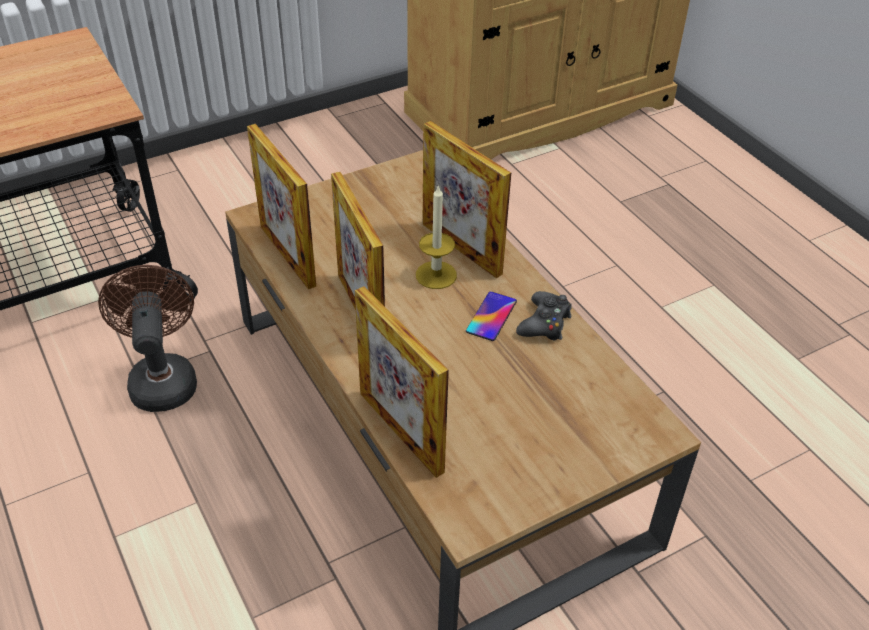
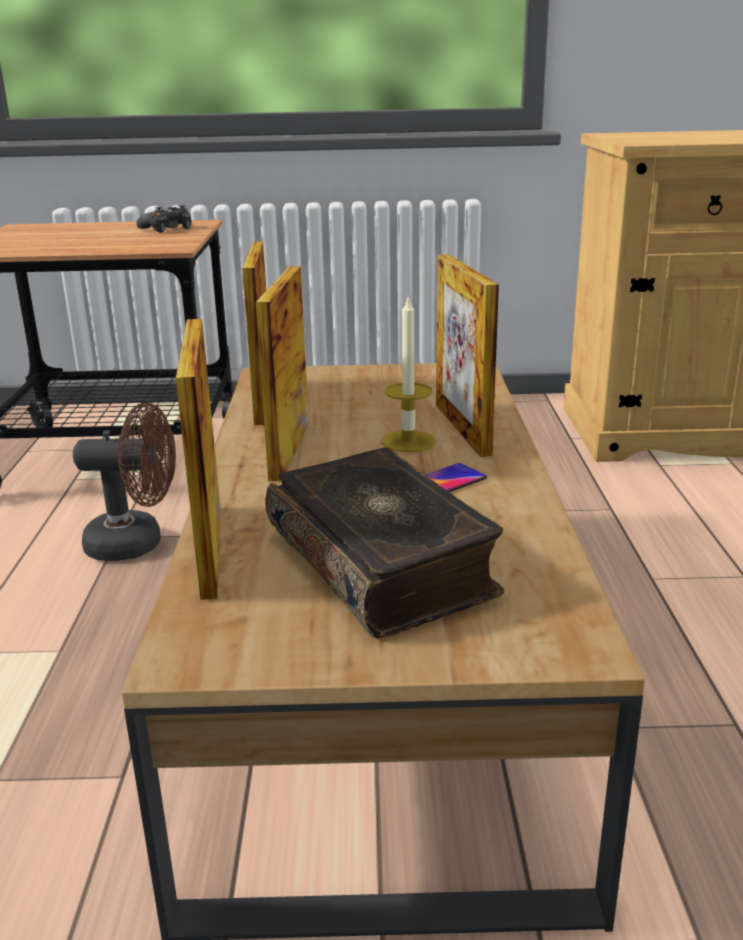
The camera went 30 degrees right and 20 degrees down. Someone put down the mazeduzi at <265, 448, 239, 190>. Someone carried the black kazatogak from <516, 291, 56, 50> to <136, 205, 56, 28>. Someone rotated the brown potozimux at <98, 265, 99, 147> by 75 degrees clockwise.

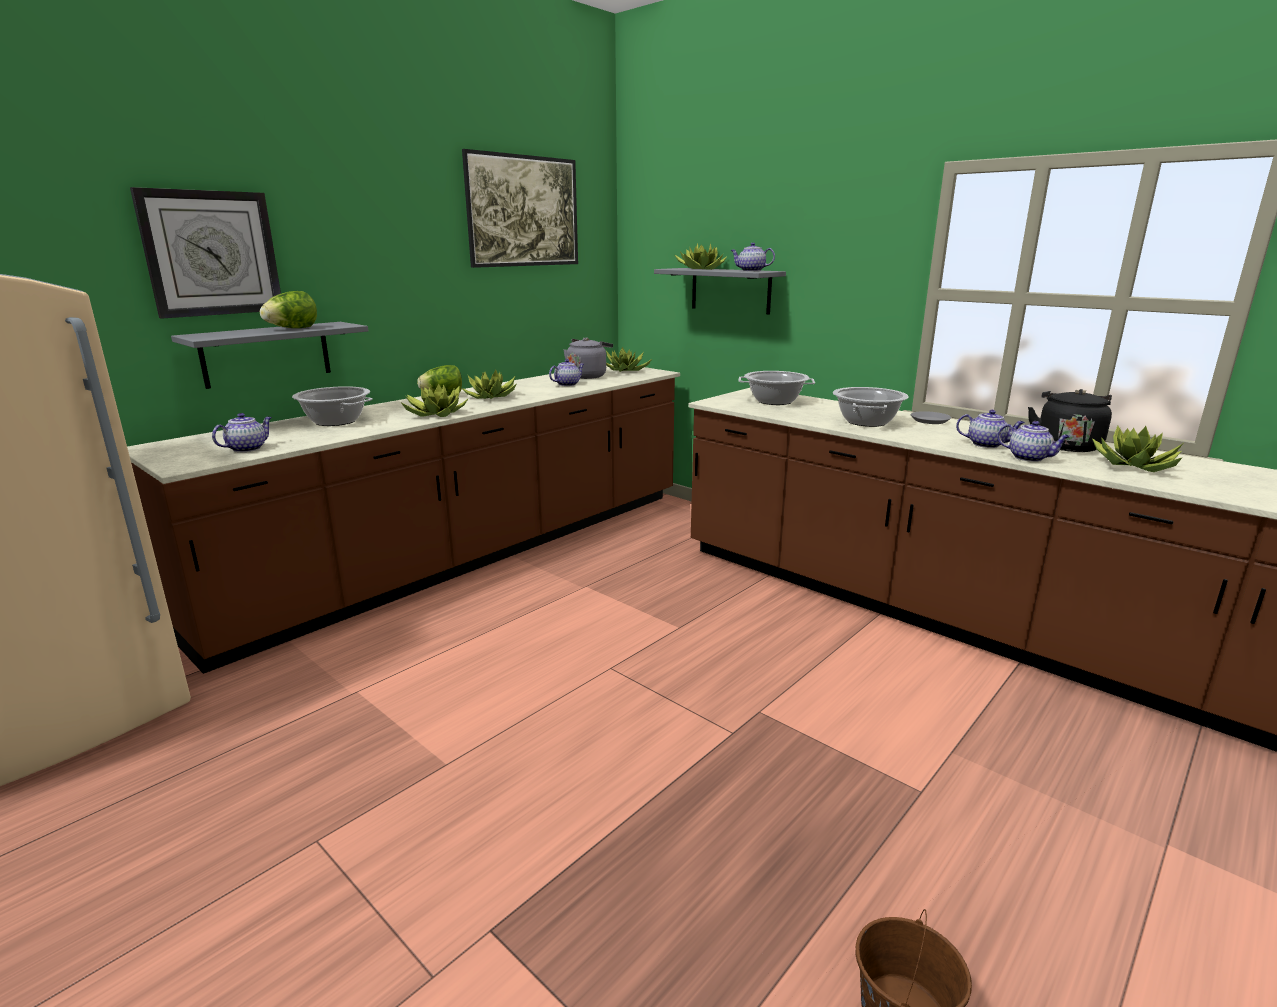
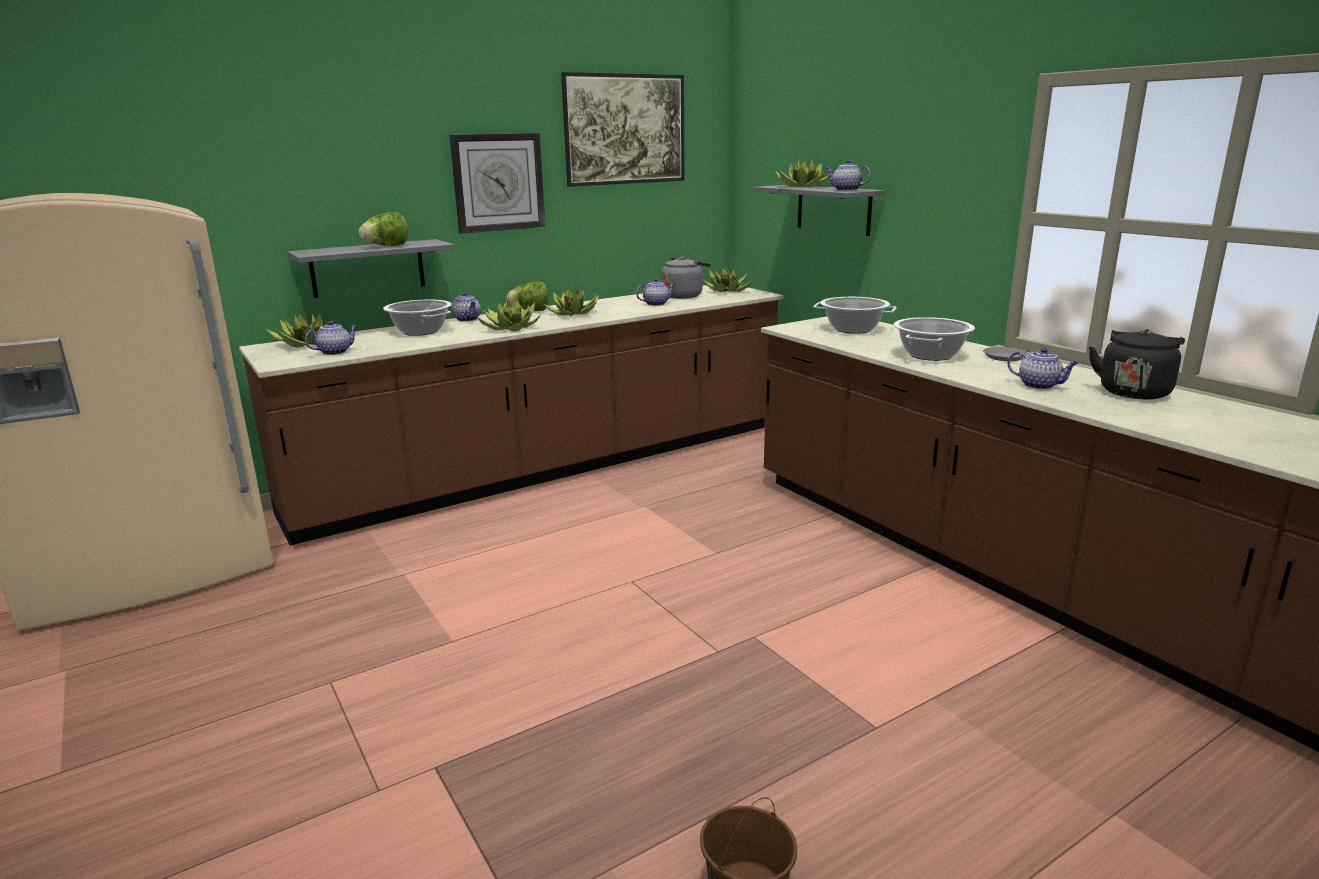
The camera went 15 degrees right and 0 degrees up. Someone carried the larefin from <130, 187, 151, 132> to <450, 133, 95, 101>. Someone carried the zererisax from <998, 421, 72, 41> to <452, 292, 29, 30>. Someone carried the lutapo from <1092, 426, 91, 46> to <266, 313, 57, 35>.

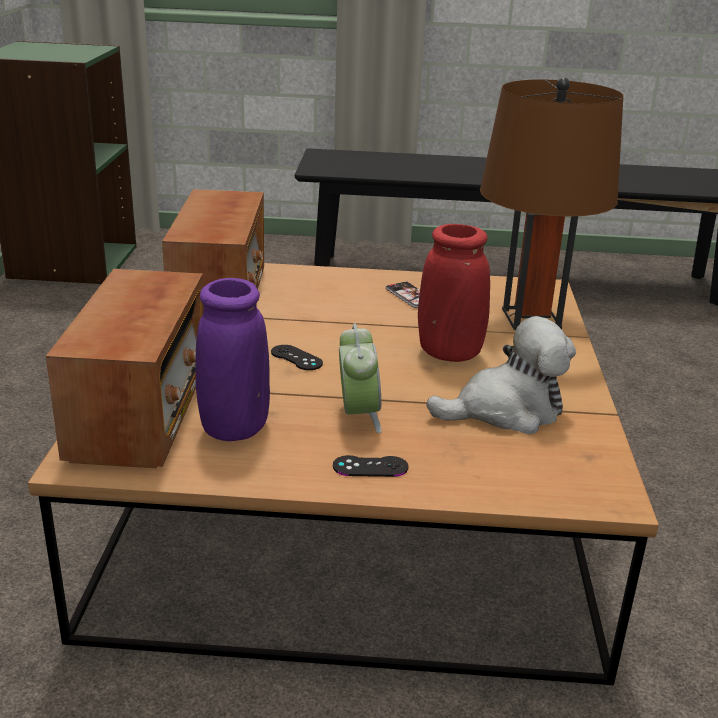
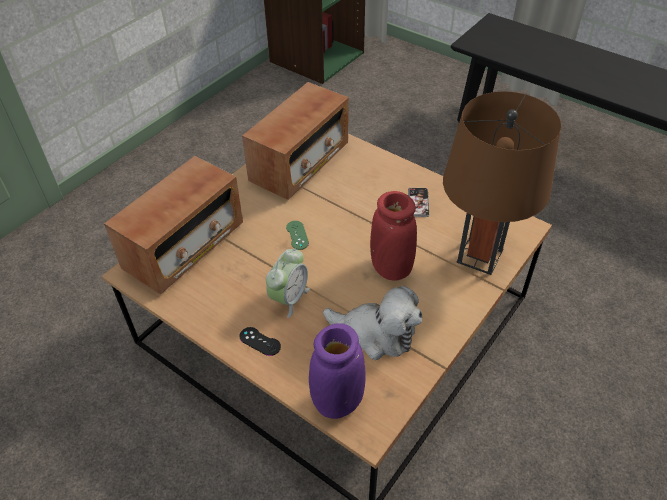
The camera went 35 degrees right and 20 degrees up. Someone carried the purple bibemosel from <195, 278, 75, 163> to <309, 323, 57, 96>. Someone repainted the black kazatogak at <271, 345, 52, 25>, which became the green kazatogak at <286, 221, 23, 29>.

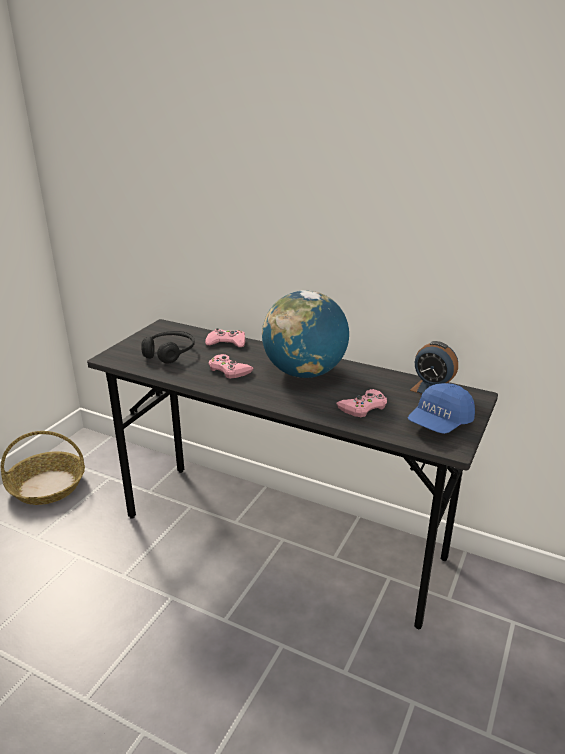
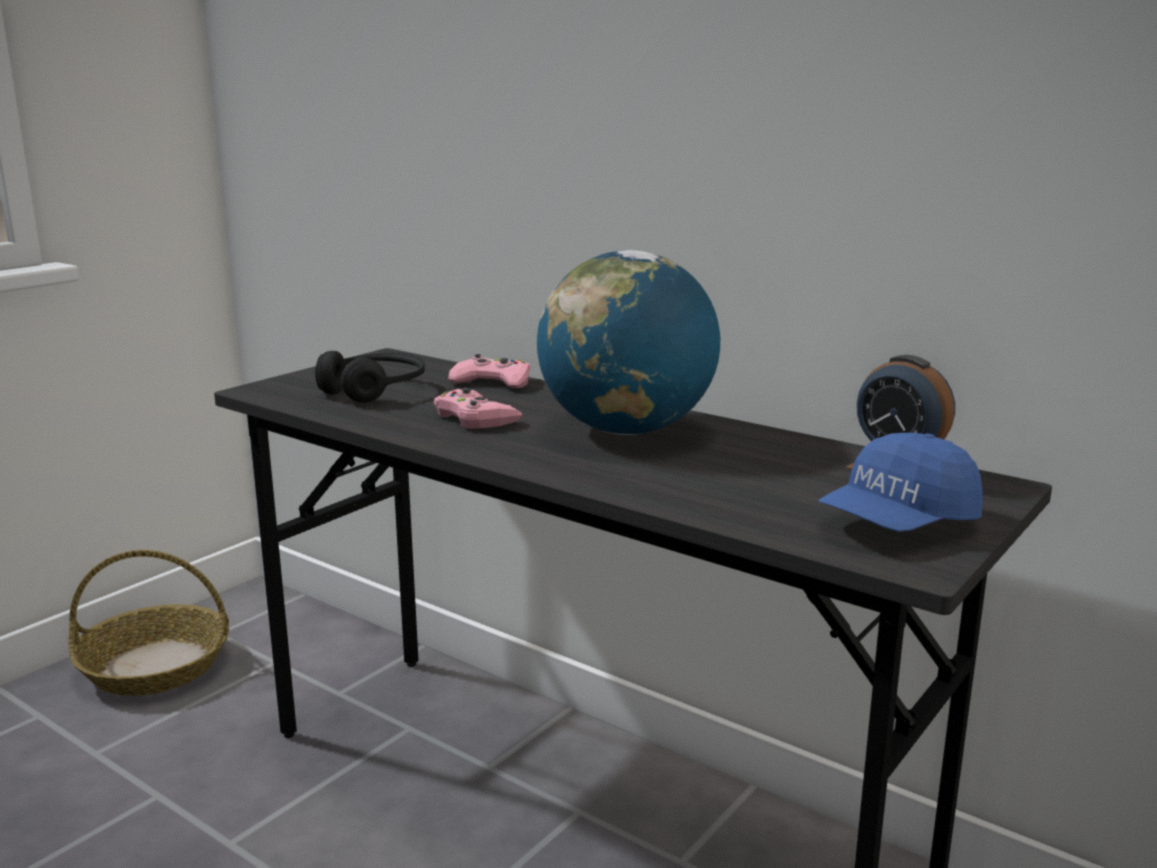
The camera went 10 degrees right and 10 degrees down. Someone took away the pink kazatogak at <336, 389, 51, 28>.

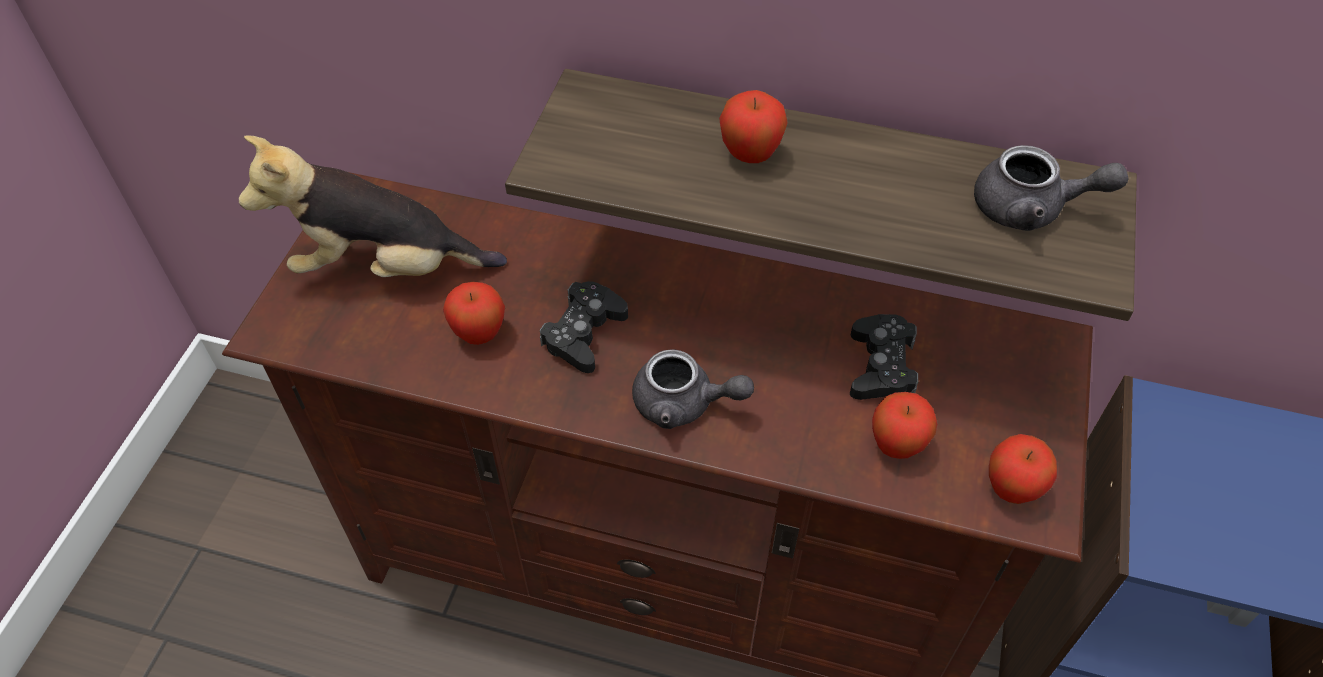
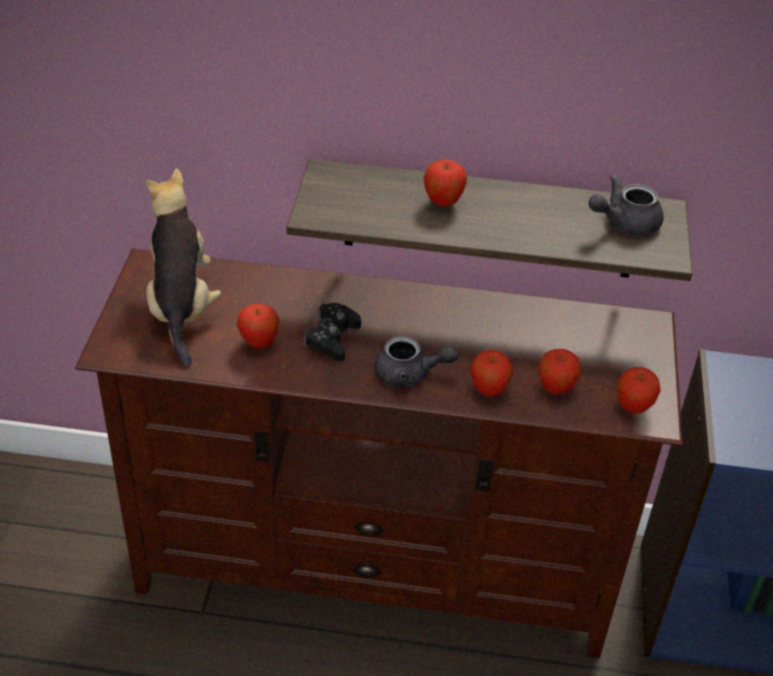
The camera went 10 degrees left and 10 degrees down. Someone took away the black kazatogak at <850, 314, 68, 86>. Someone put down the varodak at <471, 350, 42, 47>. Someone rotated the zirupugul at <239, 135, 268, 142> by 90 degrees clockwise. Someone rotated the grey zererisax at <974, 145, 155, 86> by 150 degrees clockwise.

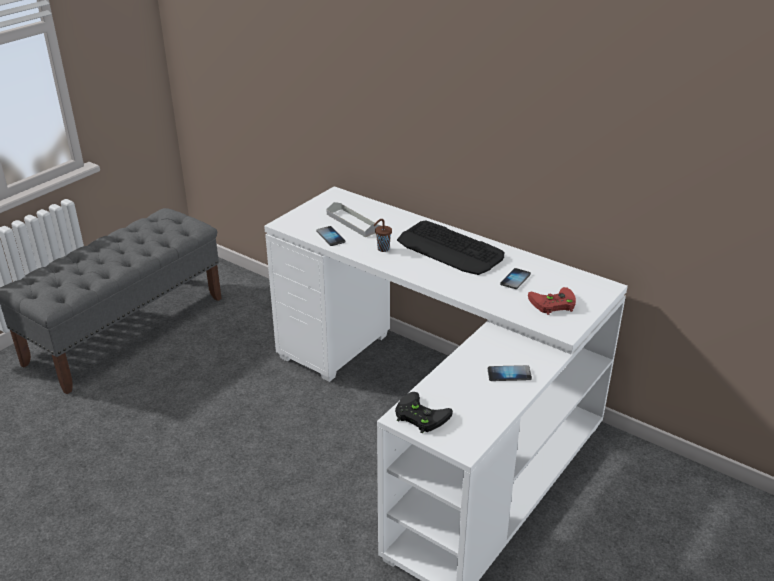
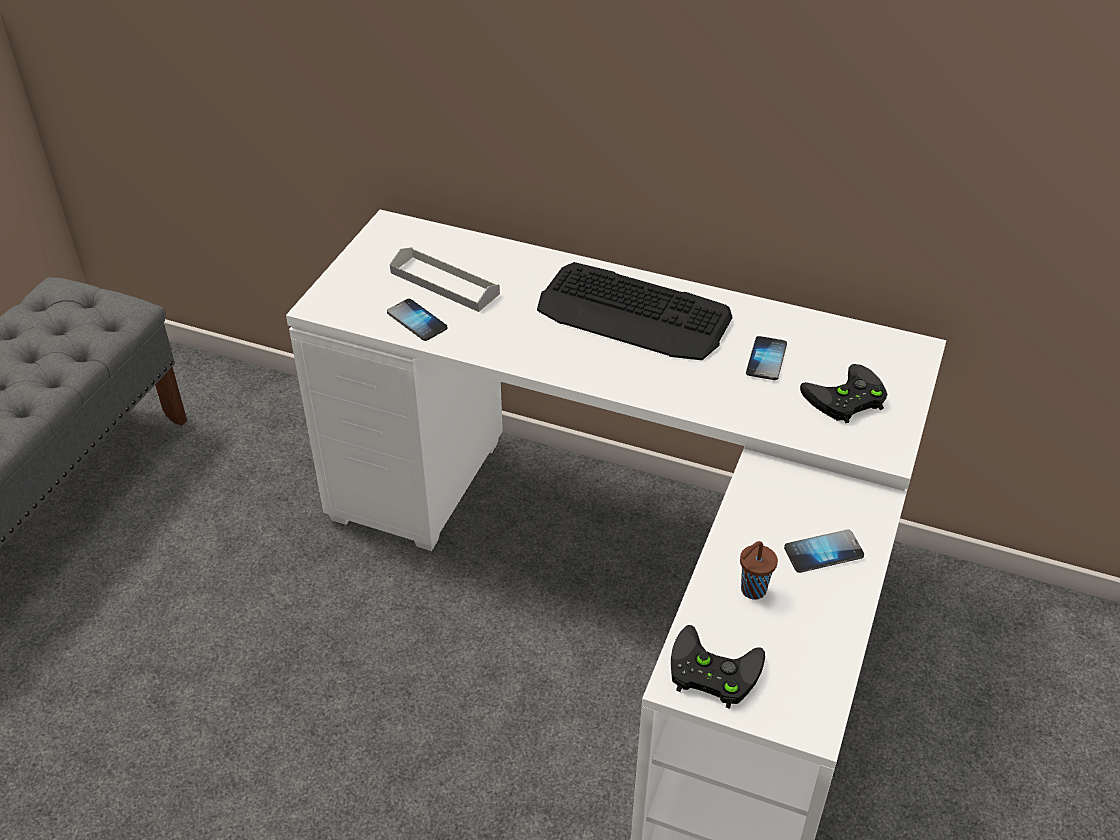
The camera went 15 degrees left and 10 degrees up. Someone carried the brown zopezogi from <373, 219, 19, 33> to <740, 541, 38, 58>. Someone repainted the red kazatogak at <528, 287, 48, 28>, which became the black kazatogak at <800, 364, 87, 59>.

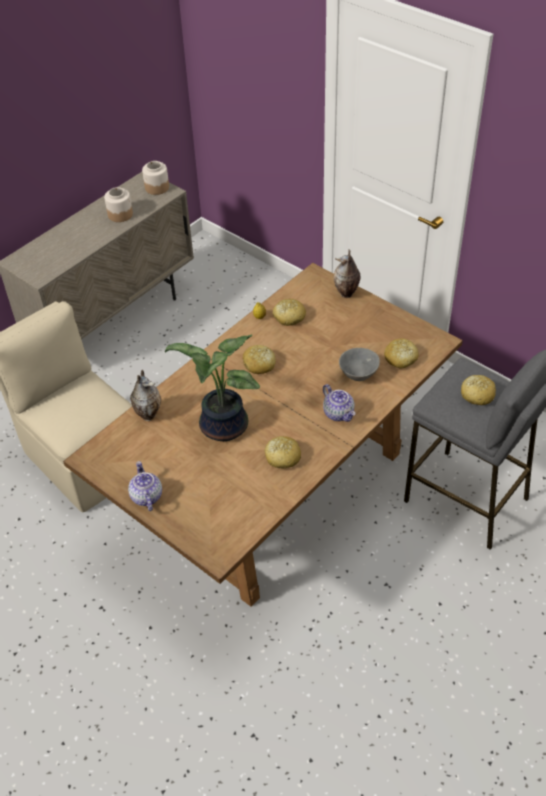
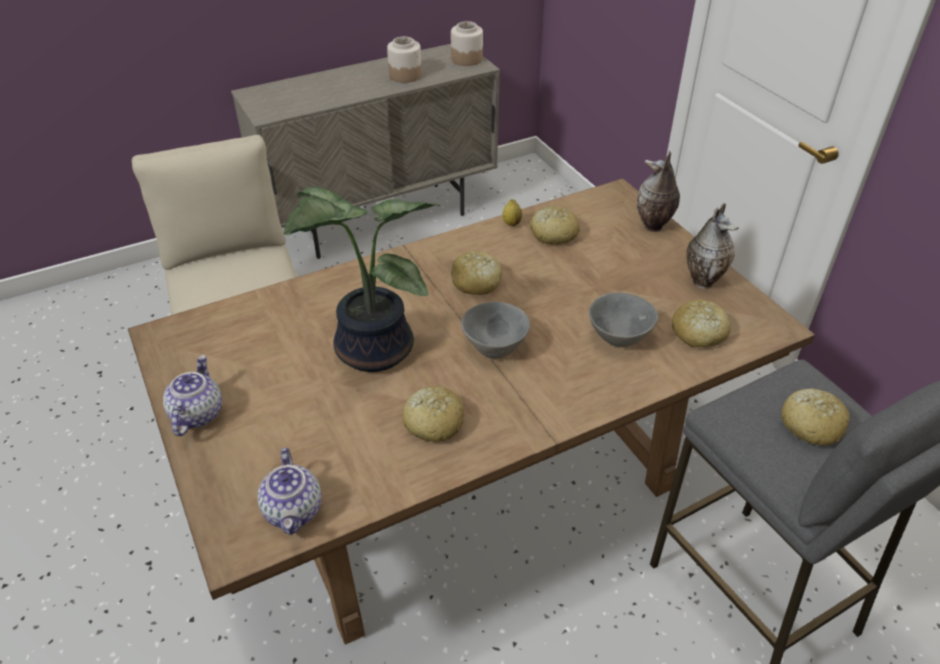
The camera went 20 degrees right and 5 degrees down. Someone put down the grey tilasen at <461, 302, 69, 57>. Someone carried the bibemosel from <130, 370, 31, 51> to <686, 203, 53, 86>. Someone carried the zererisax from <323, 384, 32, 38> to <257, 448, 65, 87>.

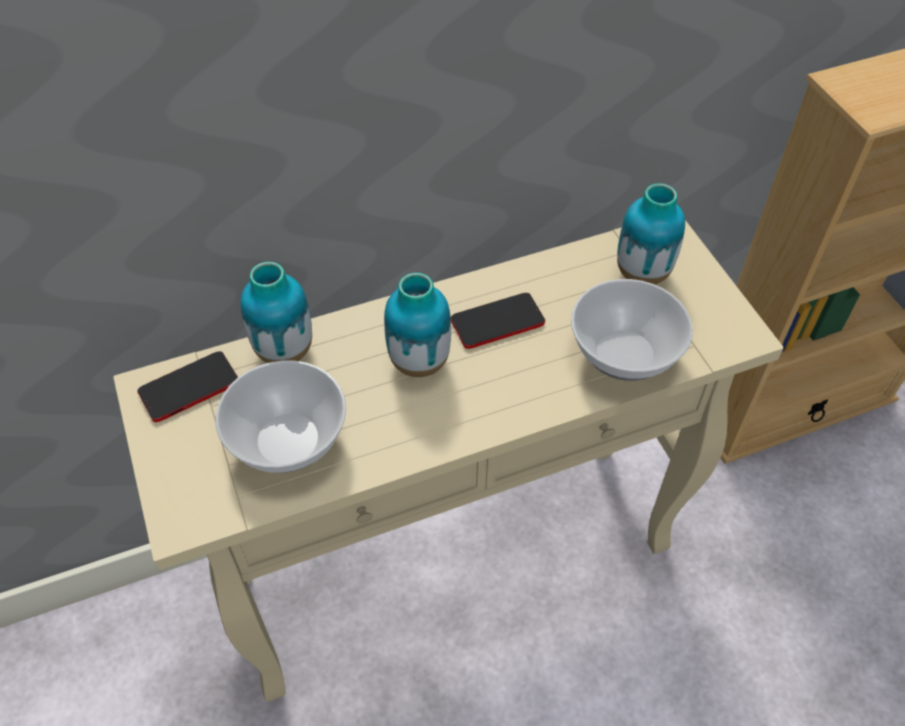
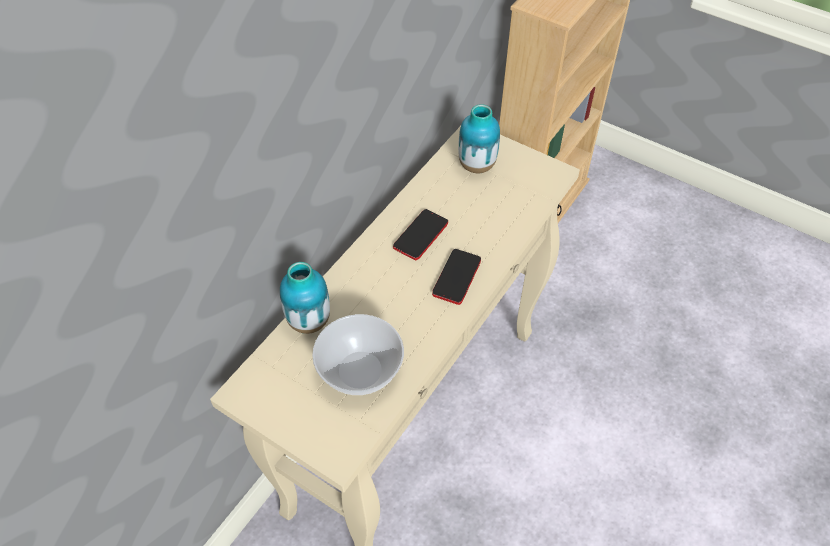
The camera went 35 degrees left and 0 degrees up. Someone took away the bibemosel at <384, 273, 67, 104>. Someone took away the tilasen at <571, 279, 122, 102>. Someone carried the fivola from <137, 351, 101, 71> to <432, 249, 49, 56>.

